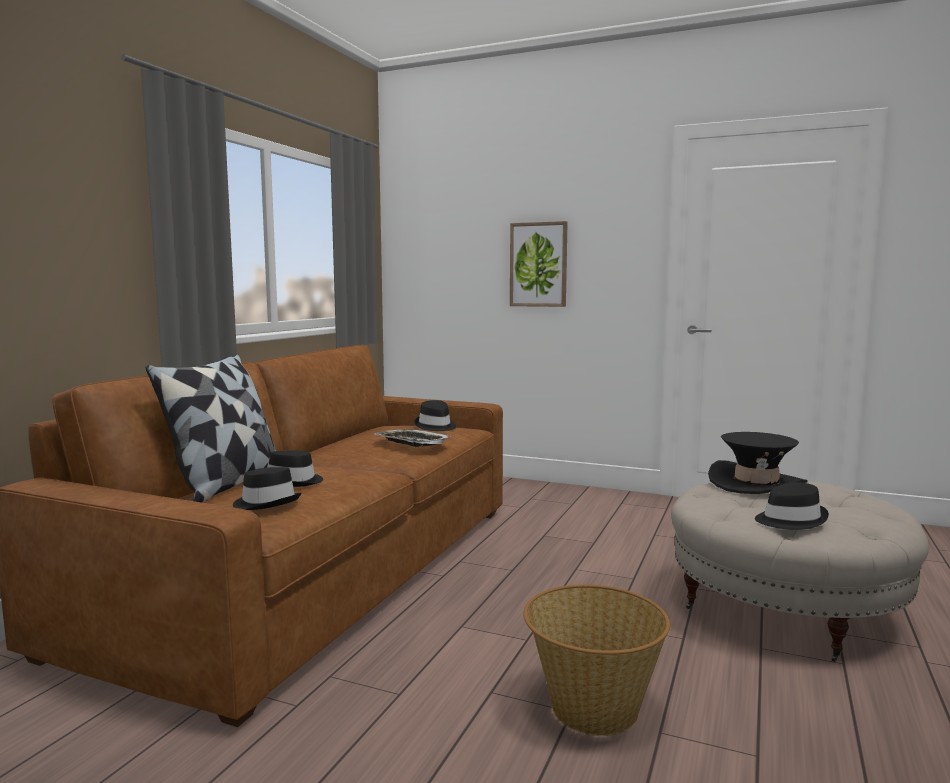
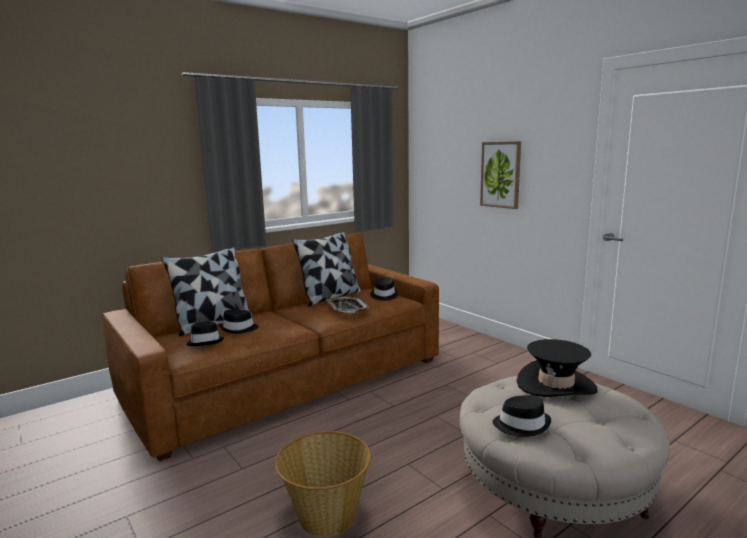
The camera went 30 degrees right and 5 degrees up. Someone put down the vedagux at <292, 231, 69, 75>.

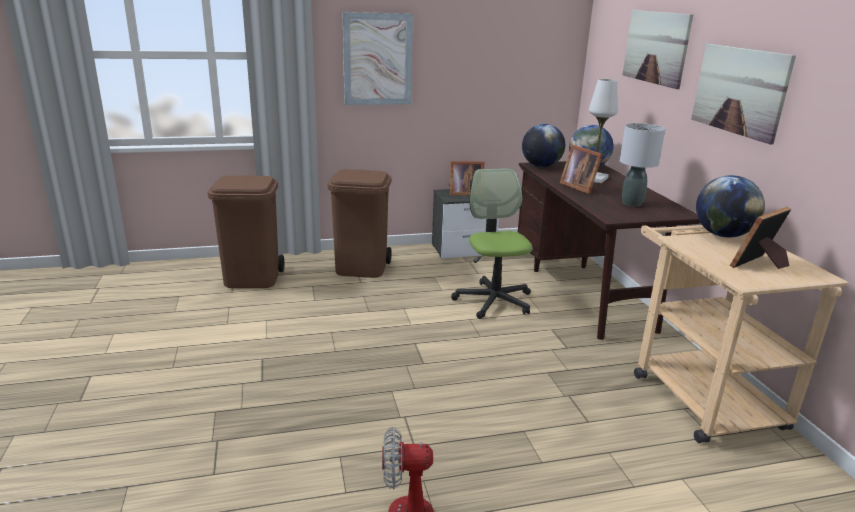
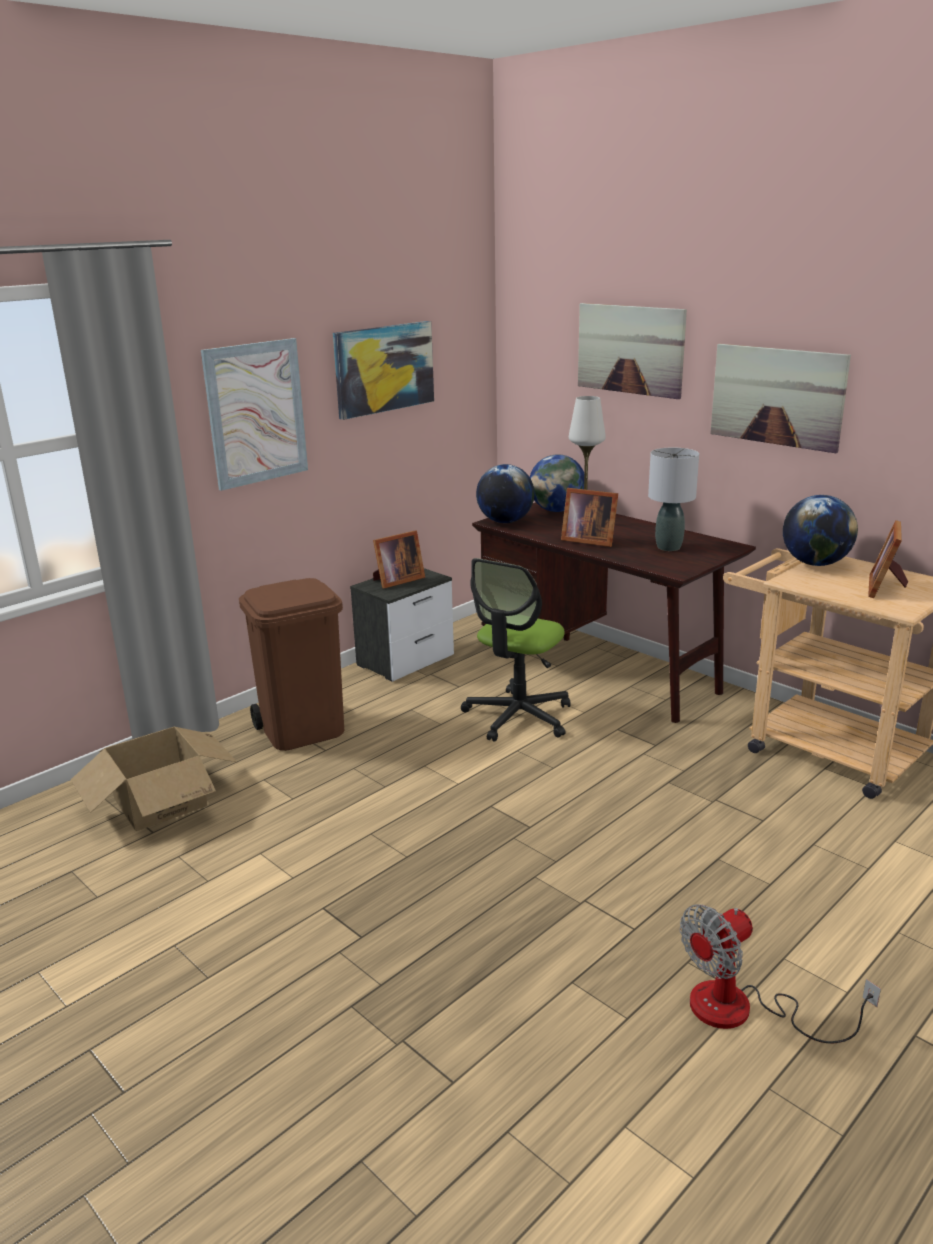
The camera went 30 degrees left and 0 degrees up. Someone put up the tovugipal at <333, 321, 101, 99>. Someone swapped the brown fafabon at <208, 175, 76, 113> for the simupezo at <71, 727, 166, 104>. Someone rotated the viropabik at <451, 168, 82, 151> by 105 degrees counterclockwise.

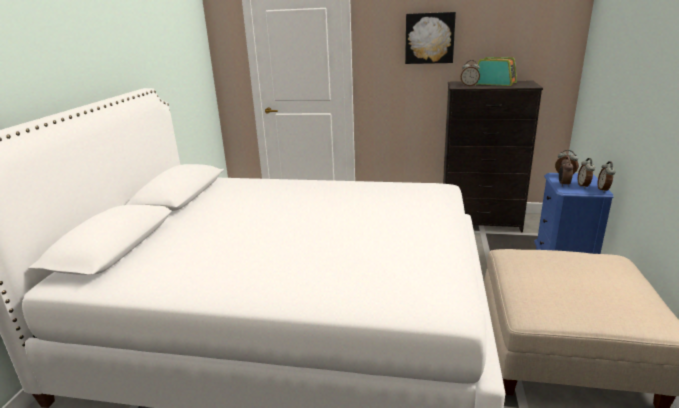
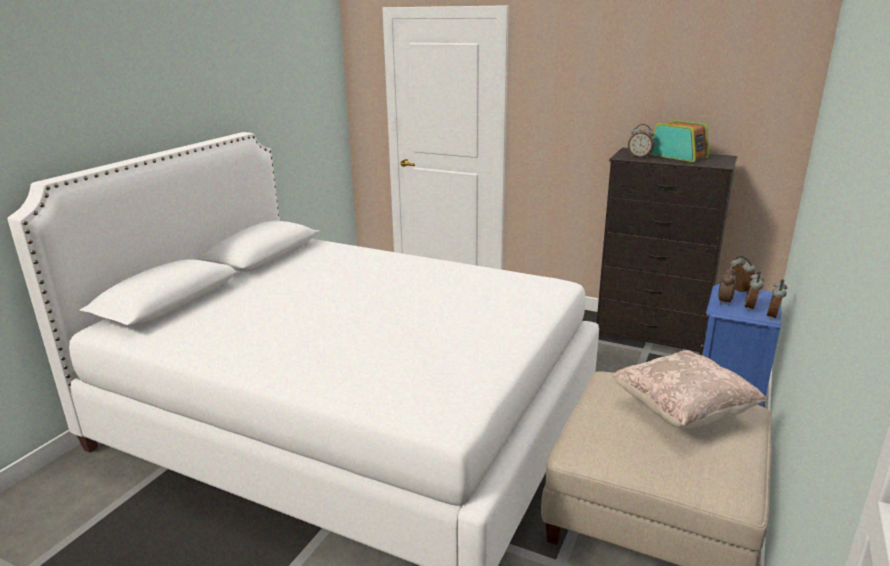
The camera went 15 degrees right and 0 degrees up. Someone took away the tovugipal at <405, 12, 51, 52>. Someone put down the beige vedagux at <612, 350, 155, 79>.

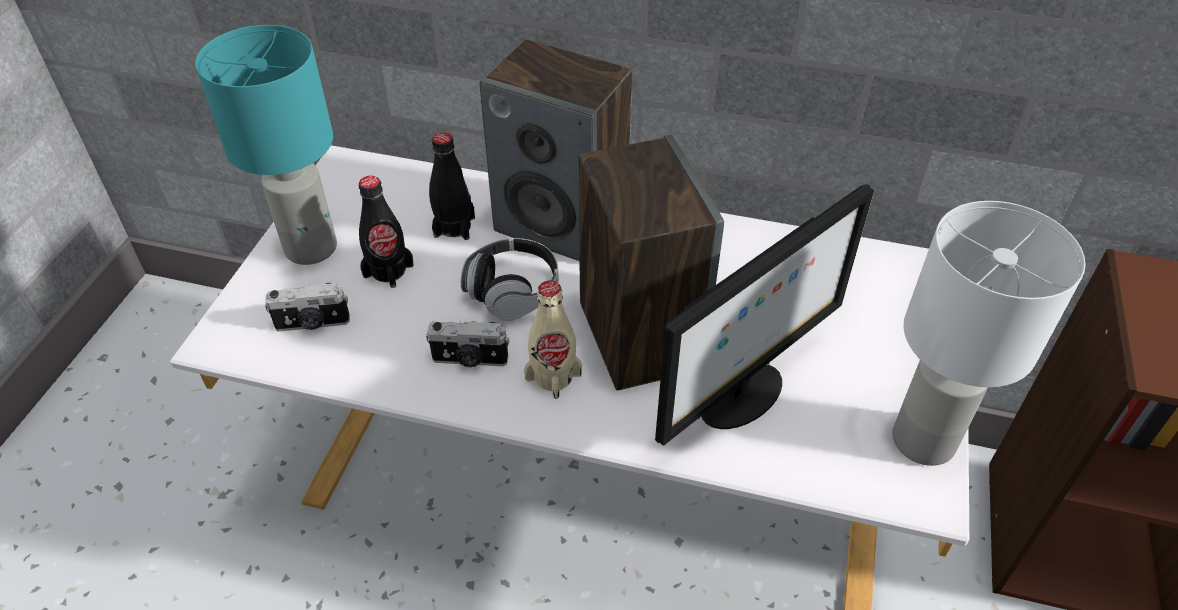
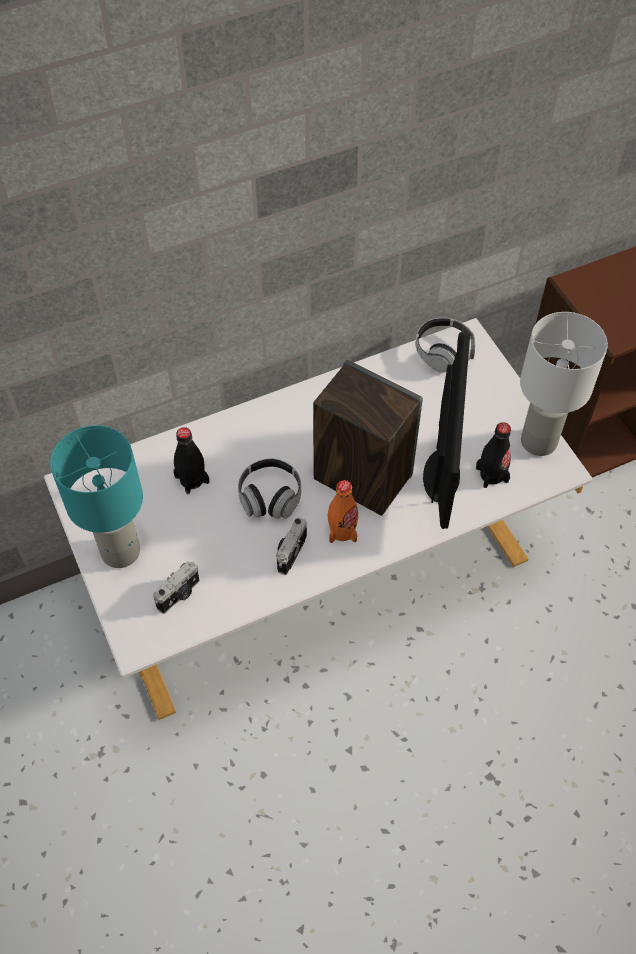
The camera went 40 degrees left and 10 degrees up. Someone took away the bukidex at <479, 40, 153, 221>. Someone put down the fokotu at <416, 318, 59, 55>. Someone carried the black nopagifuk from <359, 176, 55, 112> to <476, 422, 35, 66>. Someone repainted the beige nopagifuk at <524, 281, 58, 118>, which became the orange nopagifuk at <327, 480, 31, 63>. Someone rotated the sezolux at <426, 321, 83, 46> by 150 degrees clockwise.

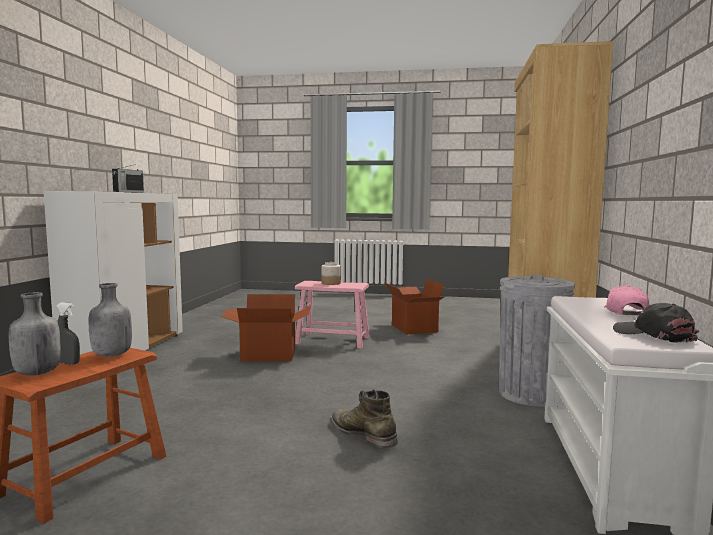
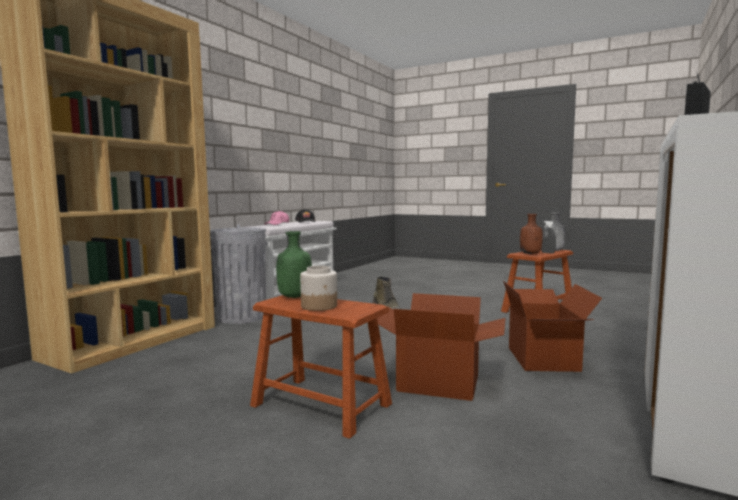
The camera went 160 degrees left and 0 degrees up. Someone put down the green nopagifuk at <276, 231, 36, 67>. Someone carried the simupezo from <384, 279, 61, 56> to <503, 281, 99, 91>. Someone repainted the grey nopagifuk at <89, 283, 43, 74>, which became the brown nopagifuk at <520, 214, 23, 40>. Someone repainted the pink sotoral at <295, 281, 75, 68>, which became the brown sotoral at <250, 295, 142, 144>.

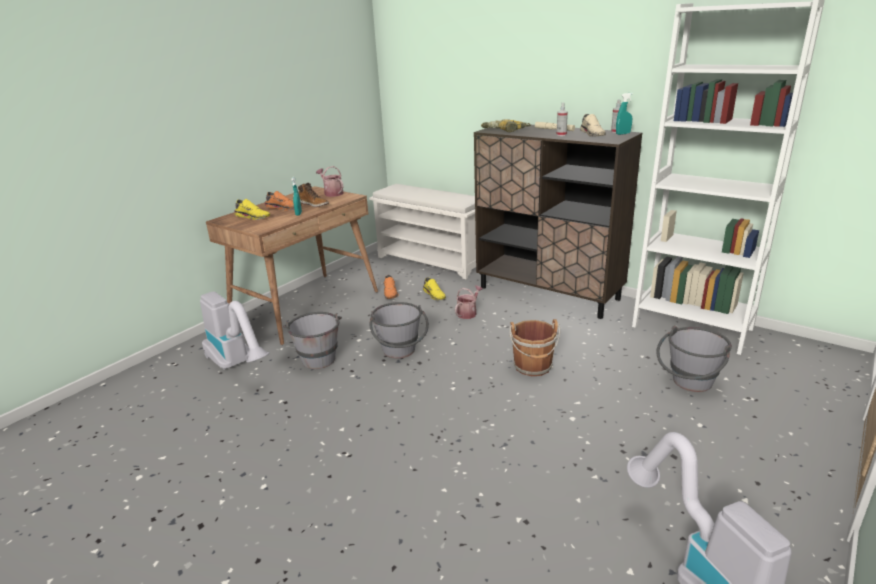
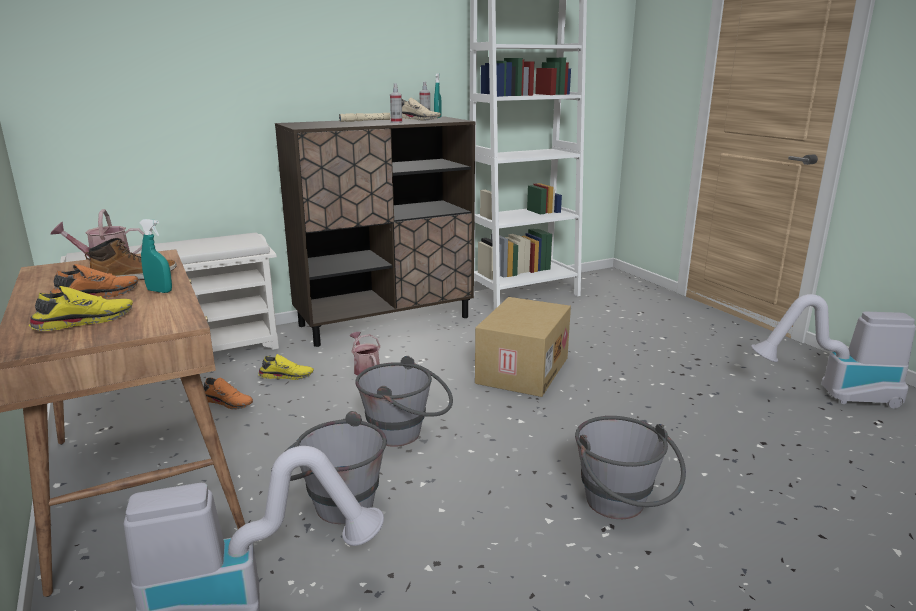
The camera went 65 degrees left and 5 degrees down. Someone took away the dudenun at <481, 119, 50, 13>. Someone carried the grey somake from <656, 326, 76, 66> to <575, 416, 111, 103>. Someone swapped the brown somake at <510, 319, 50, 57> for the simupezo at <475, 297, 96, 100>.

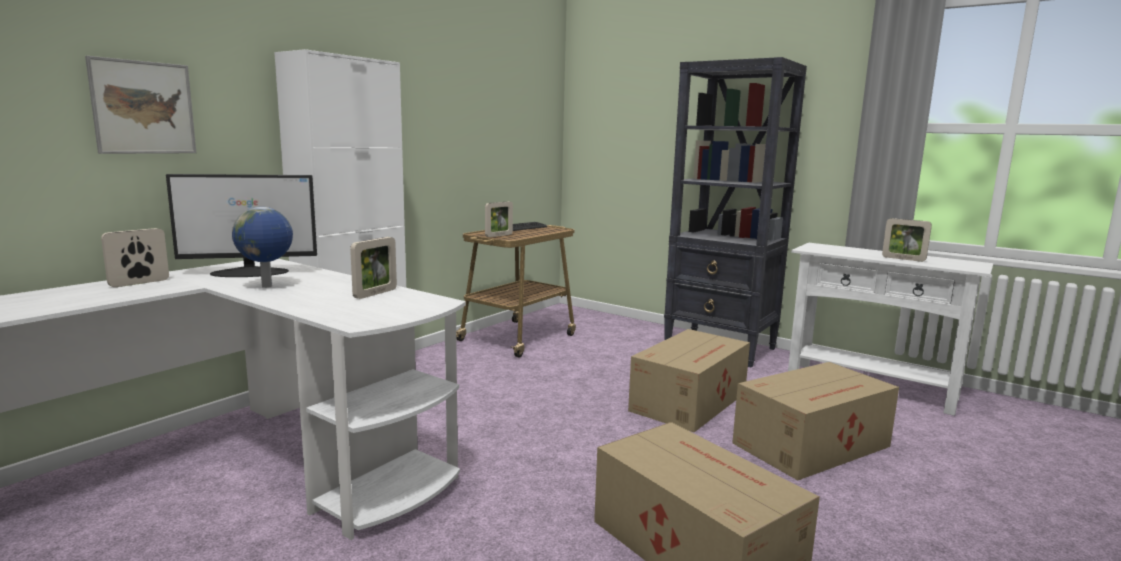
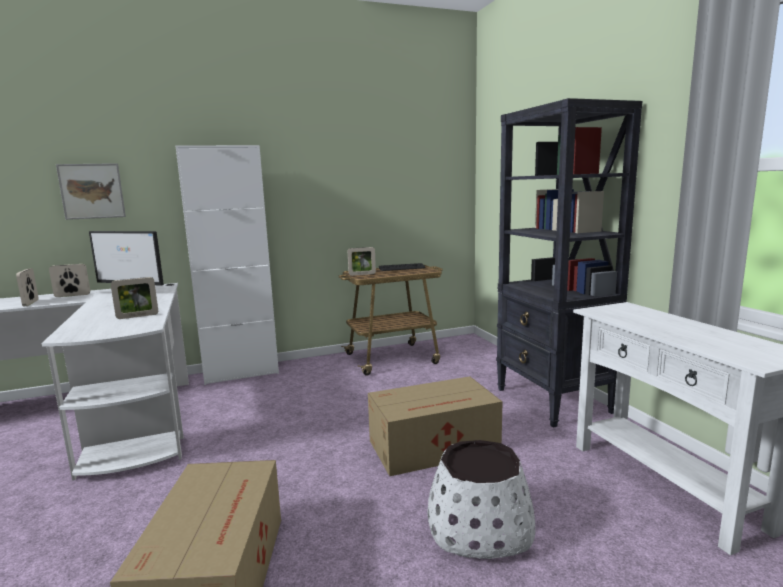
The camera went 35 degrees right and 0 degrees up. Someone took away the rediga at <232, 207, 61, 81>. Someone carried the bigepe from <882, 218, 50, 44> to <16, 268, 23, 38>. Someone swapped the simupezo at <732, 362, 167, 118> for the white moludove at <427, 440, 108, 119>.

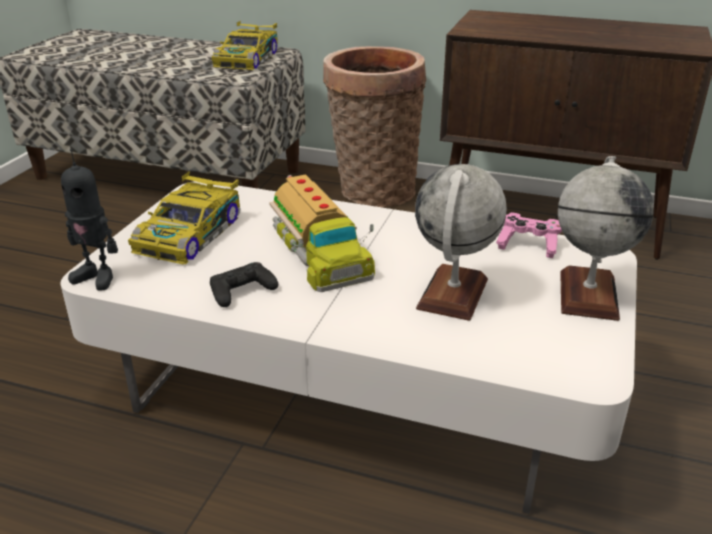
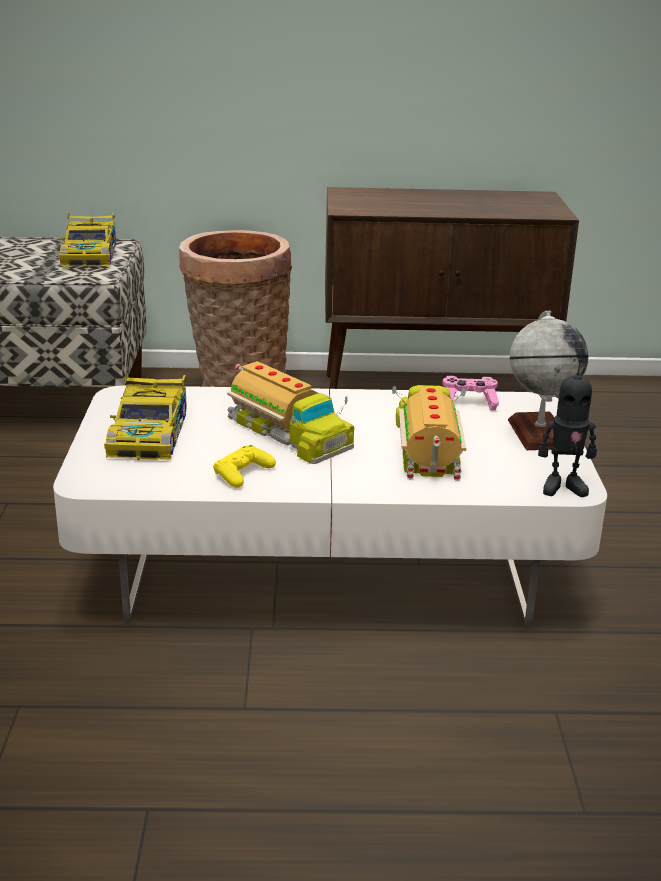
The camera went 20 degrees left and 5 degrees down. Someone carried the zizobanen from <61, 149, 57, 141> to <538, 359, 59, 138>. Someone swapped the rediga at <415, 164, 92, 157> for the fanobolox at <392, 385, 74, 96>. Someone repainted the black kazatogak at <210, 262, 68, 45>, which became the yellow kazatogak at <213, 445, 63, 43>.

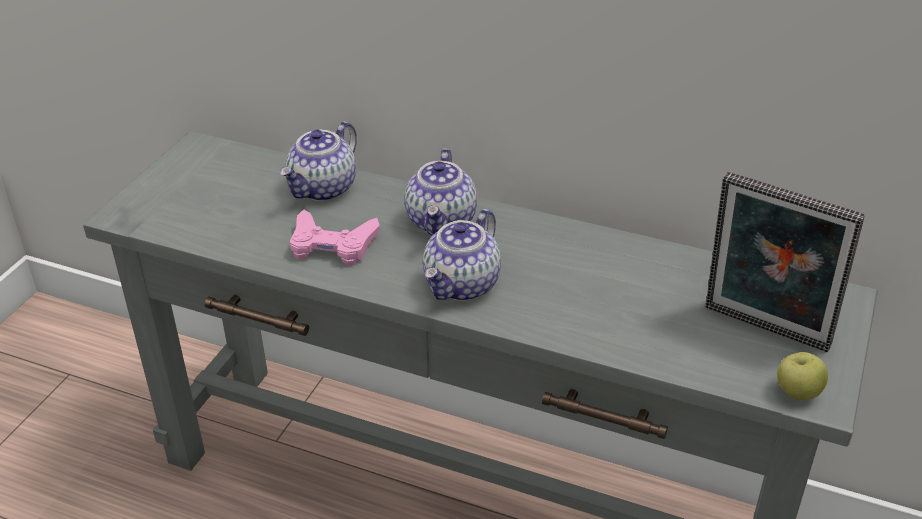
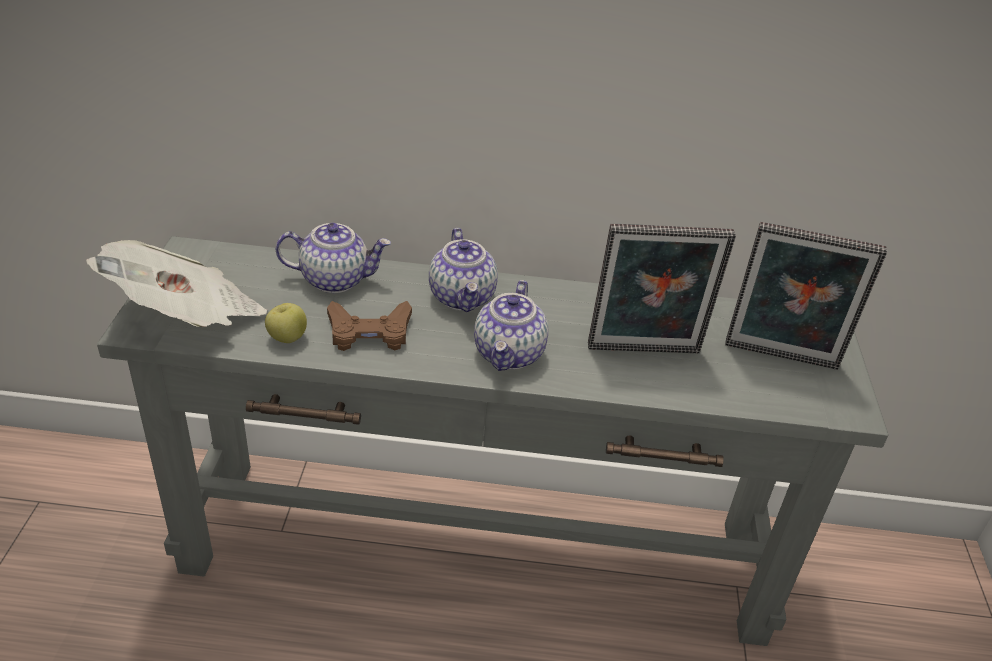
The camera went 20 degrees left and 0 degrees up. Someone put down the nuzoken at <86, 240, 181, 87>. Someone put down the bigepe at <588, 224, 148, 130>. Someone carried the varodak from <777, 352, 51, 48> to <265, 303, 42, 40>. Someone repainted the pink kazatogak at <290, 209, 90, 57>, which became the brown kazatogak at <327, 301, 85, 50>. Someone rotated the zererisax at <280, 121, 77, 80> by 105 degrees counterclockwise.

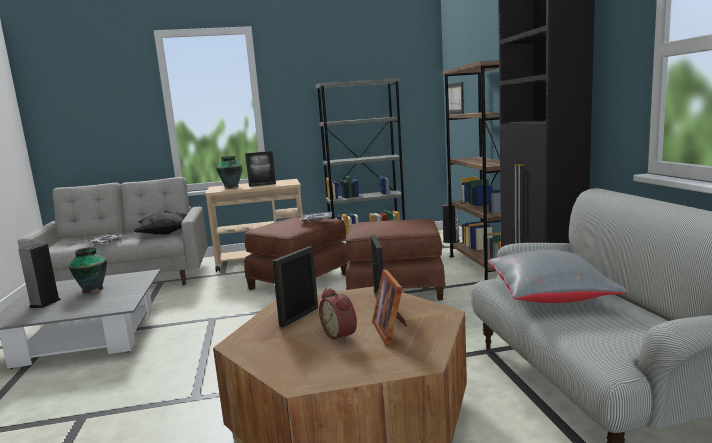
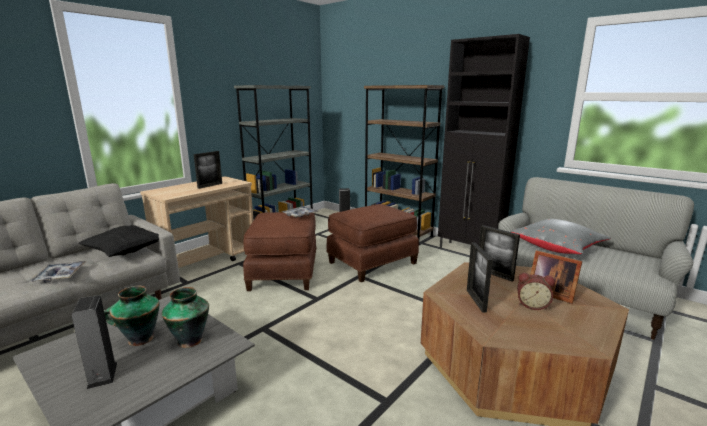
The camera went 40 degrees left and 5 degrees up. Someone took away the tovugipal at <448, 82, 16, 32>. Someone carried the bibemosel from <217, 156, 25, 33> to <162, 287, 47, 61>.

